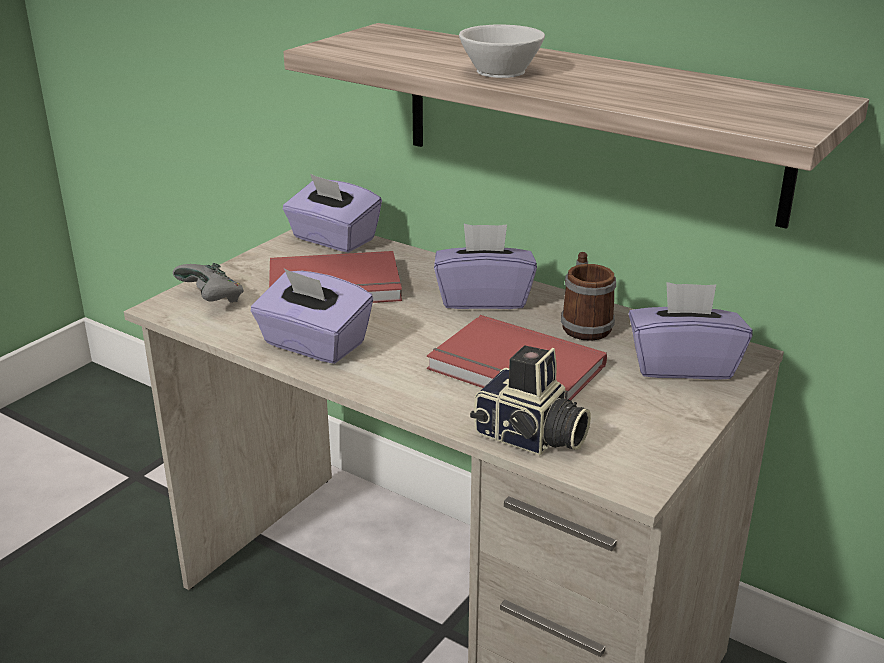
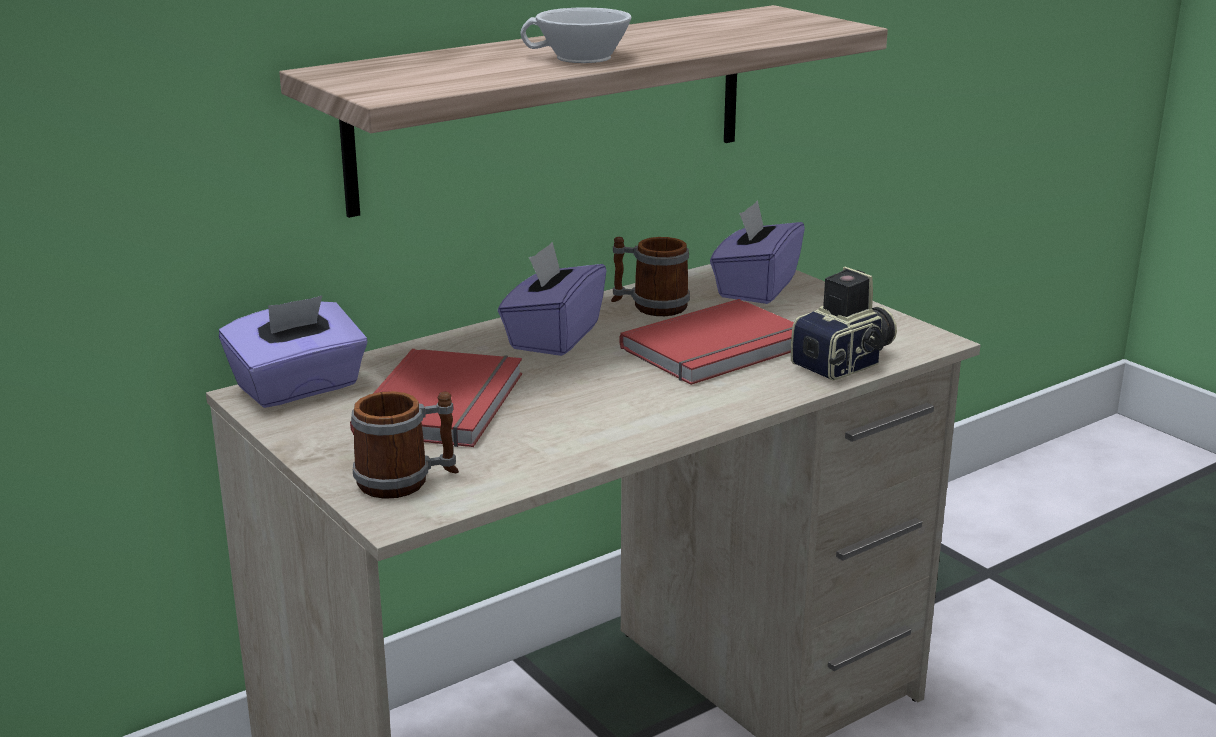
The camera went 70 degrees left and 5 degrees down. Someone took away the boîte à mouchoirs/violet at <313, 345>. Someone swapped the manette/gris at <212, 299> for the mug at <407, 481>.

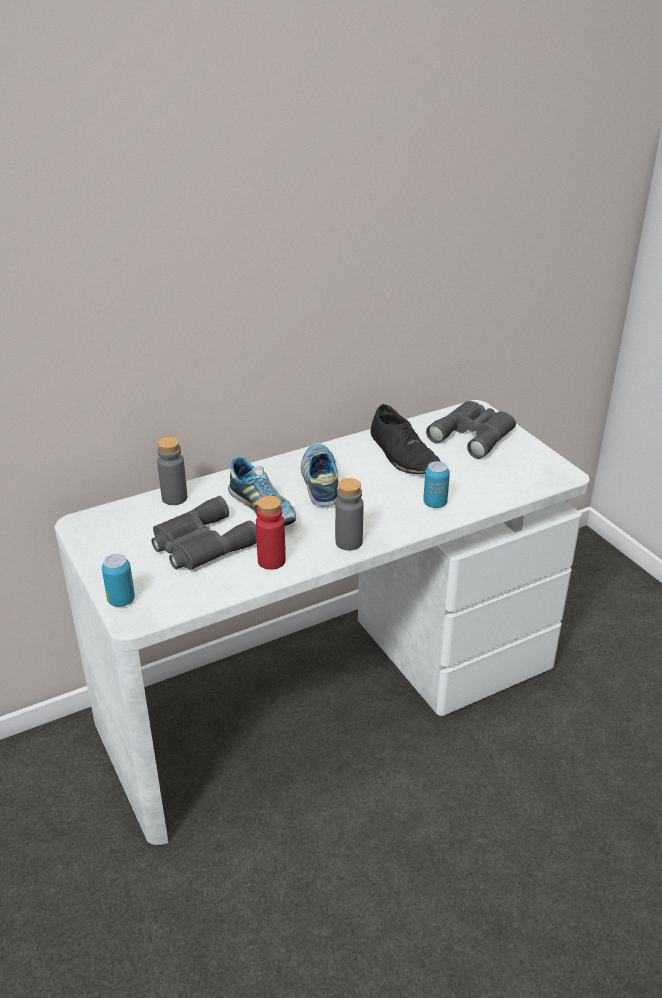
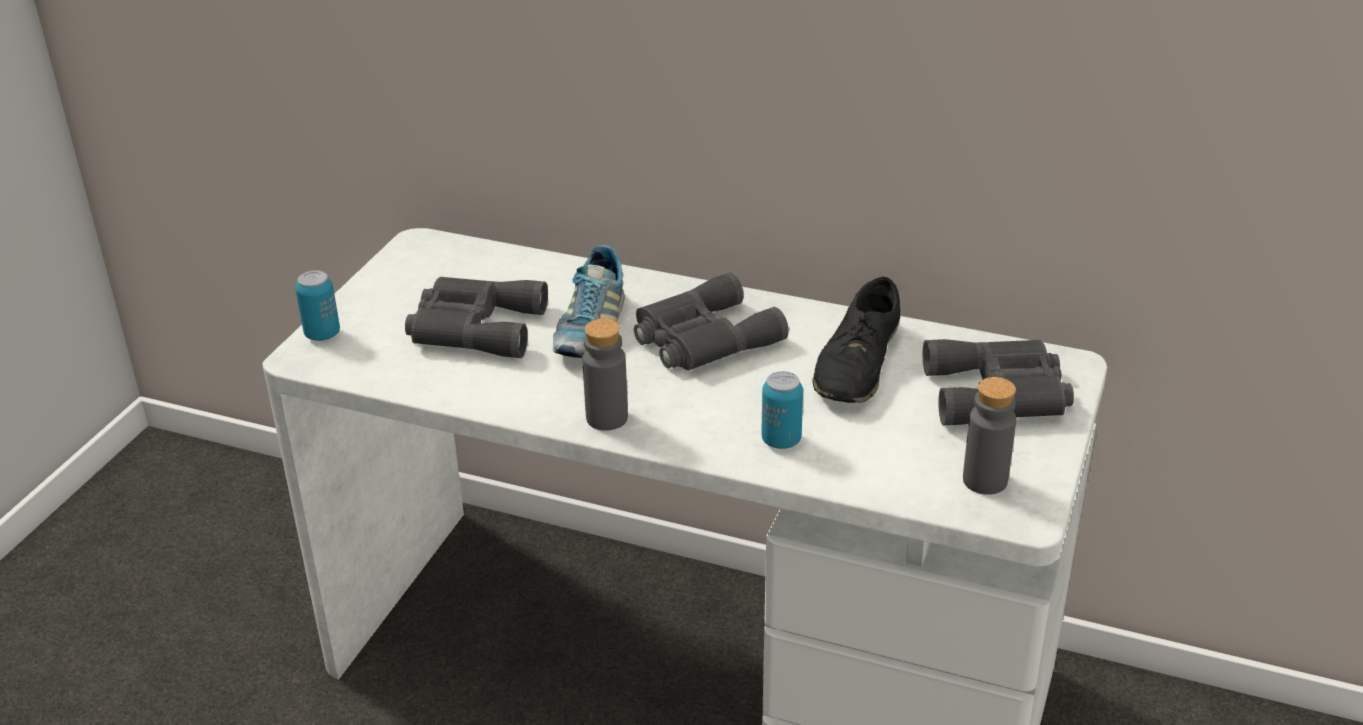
The camera went 50 degrees right and 0 degrees up. Someone took away the bouteille/rouge at <271, 561>. Someone carried the bouteille/gris from <174, 498> to <985, 480>. Someone swapped the chaussure at <321, 483> for the jumelles/gris at <702, 338>.

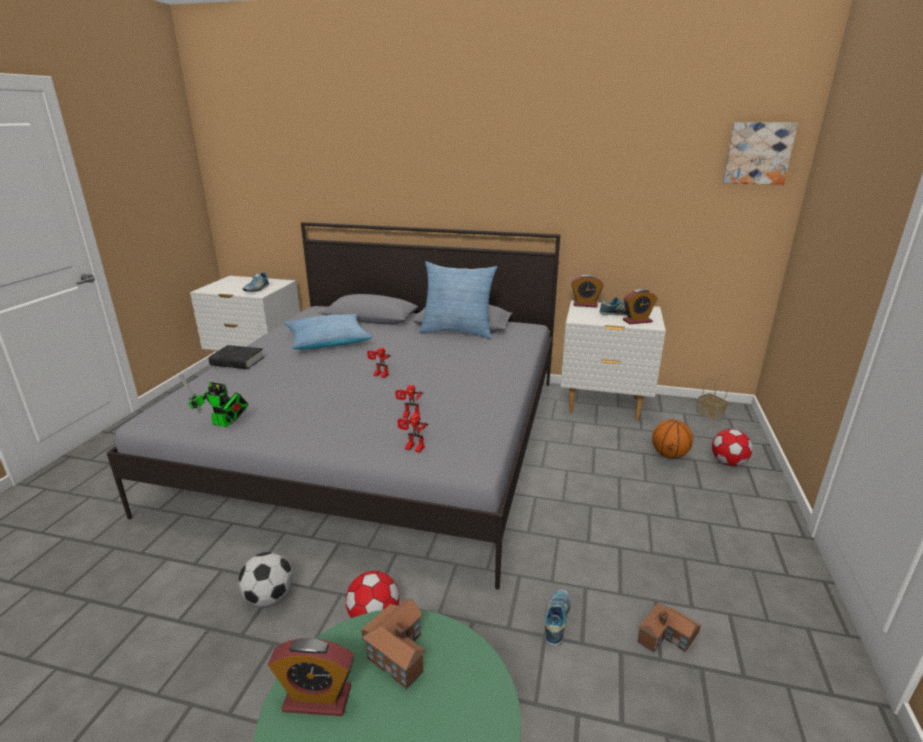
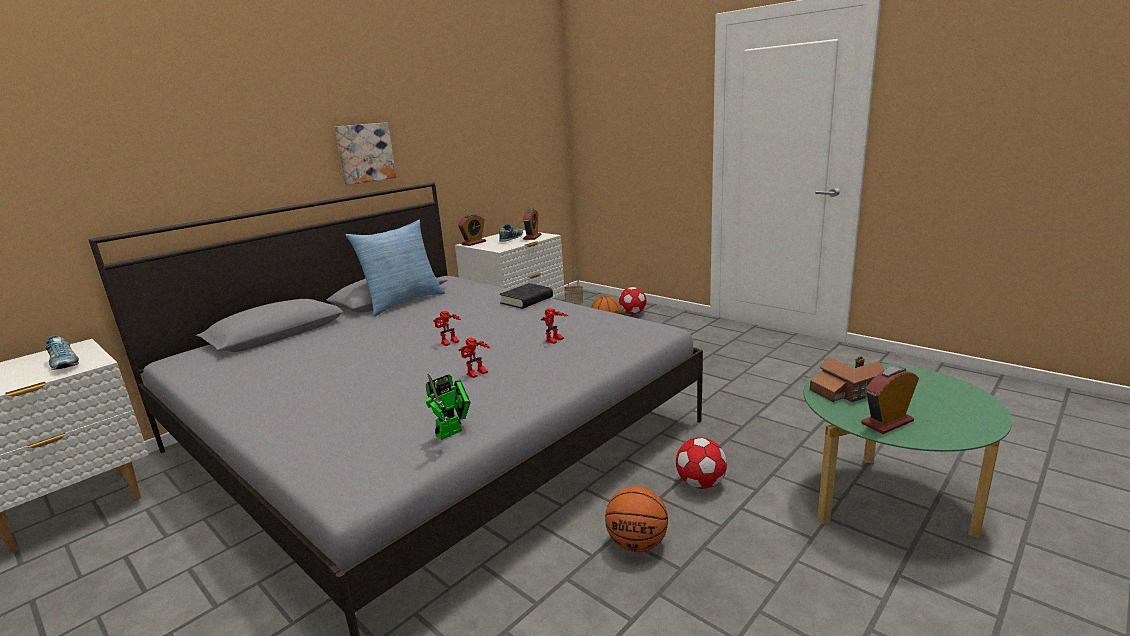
The camera went 60 degrees left and 5 degrees down. Someone took away the coussin at <328, 340>. Someone took away the chaussure at <556, 621>. Someone took away the maison miniature at <667, 636>. Someone carried the livre/noir from <237, 361> to <526, 300>. Someone carried the robot jouet from <412, 449> to <477, 374>. Someone carried the tableau from <758, 153> to <364, 153>. Someone swapped the ballon de foot at <269, 597> for the ballon de basket at <637, 544>. Someone rotated the réveil at <317, 698> by 150 degrees counterclockwise.

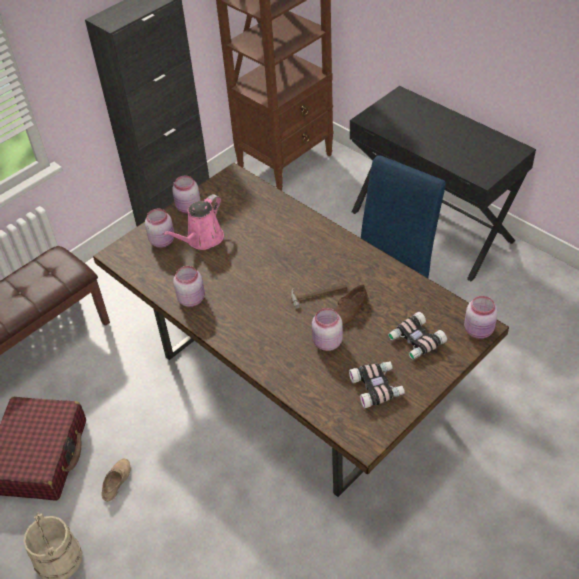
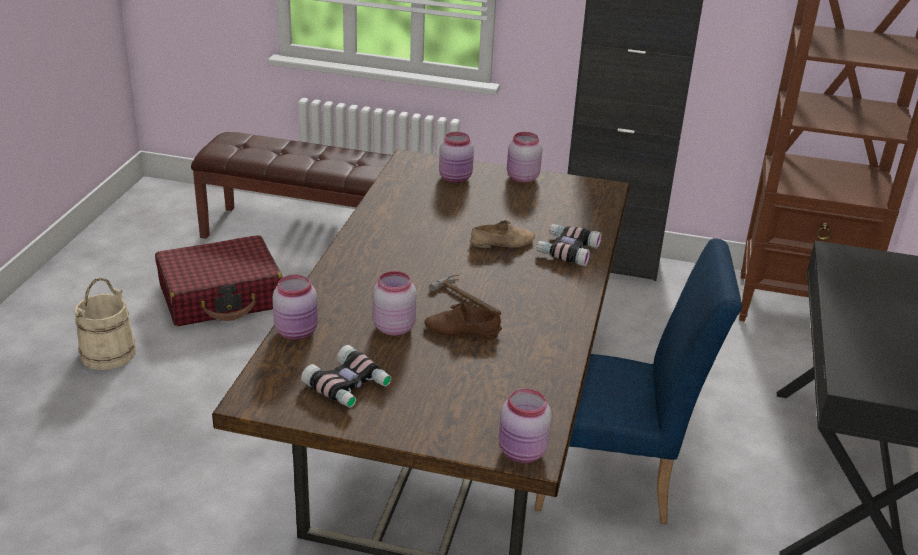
The camera went 55 degrees right and 15 degrees down. Someone took away the arrosoir/rose at <202, 239>. Someone carried the chaussure/beige from <116, 481> to <502, 242>. Someone carried the bocal/rose from <192, 299> to <297, 332>. Someone carried the jumelles from <415, 341> to <566, 250>.

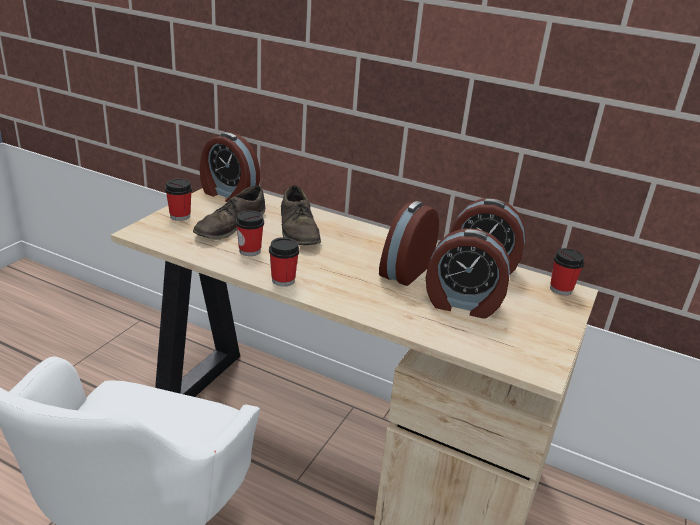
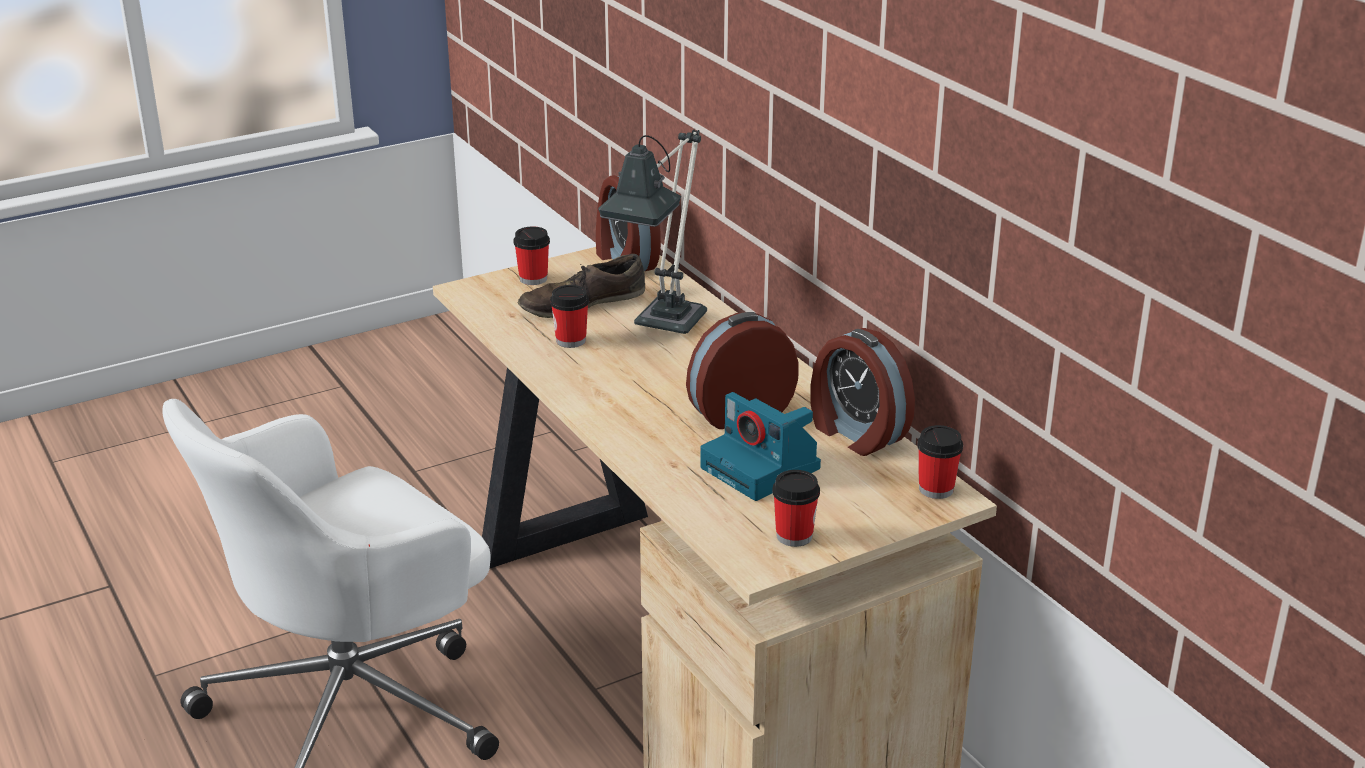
The camera went 35 degrees right and 0 degrees up. Someone carried the tasse from <283, 280> to <794, 536>. Someone swapped the chaussure/marron at <298, 230> for the lampe de table at <663, 327>. Someone swapped the réveil at <462, 304> for the appareil photo at <763, 469>.

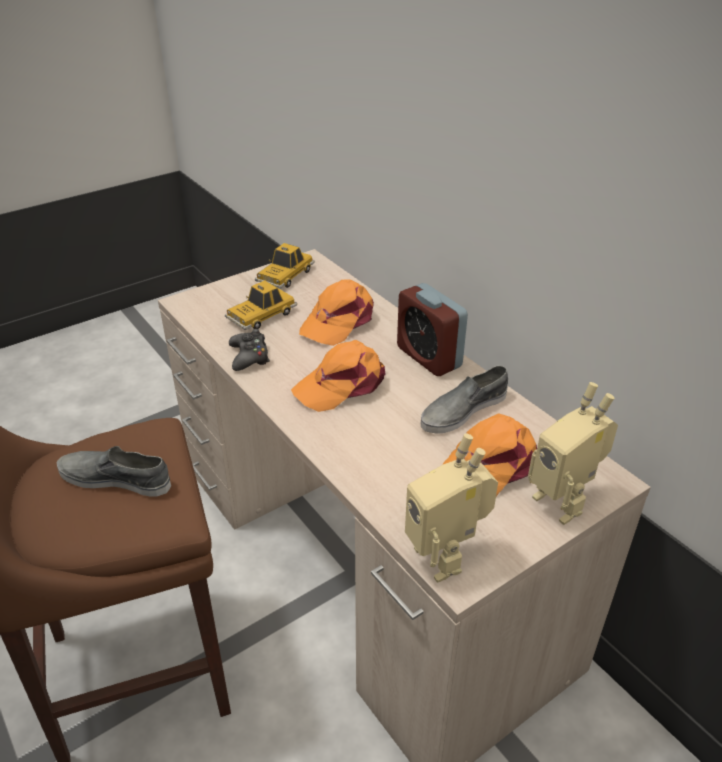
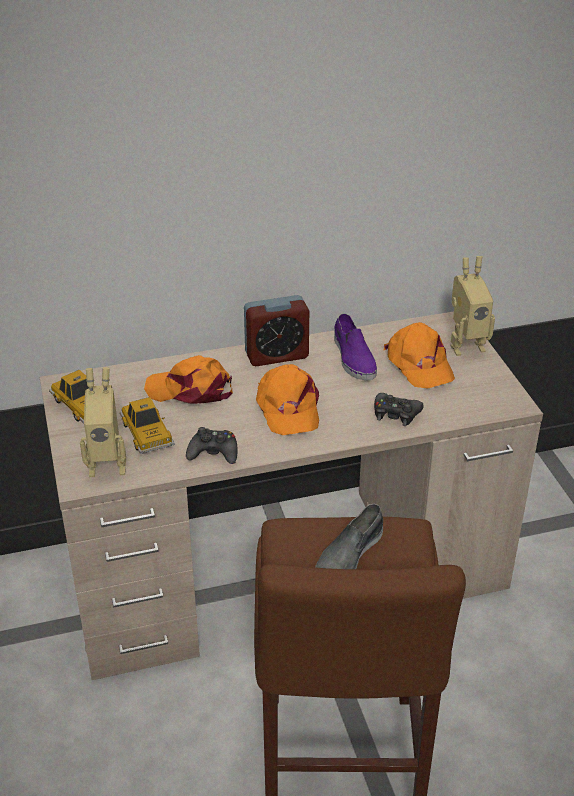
The camera went 70 degrees left and 0 degrees up. Someone put down the manette/noir at <396, 414>. Someone carried the robot jouet from <445, 556> to <107, 464>. Someone repainted the chaussure/gris at <463, 410>, which became the chaussure/violet at <353, 357>. Someone rotated the casquette/orange at <338, 321> by 135 degrees clockwise.

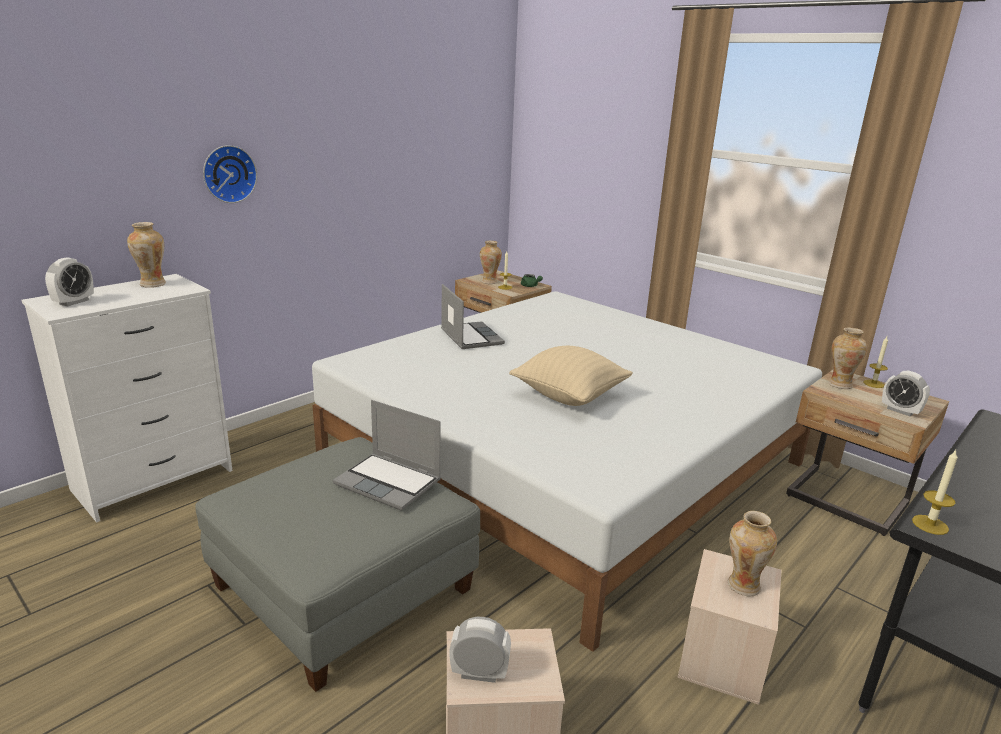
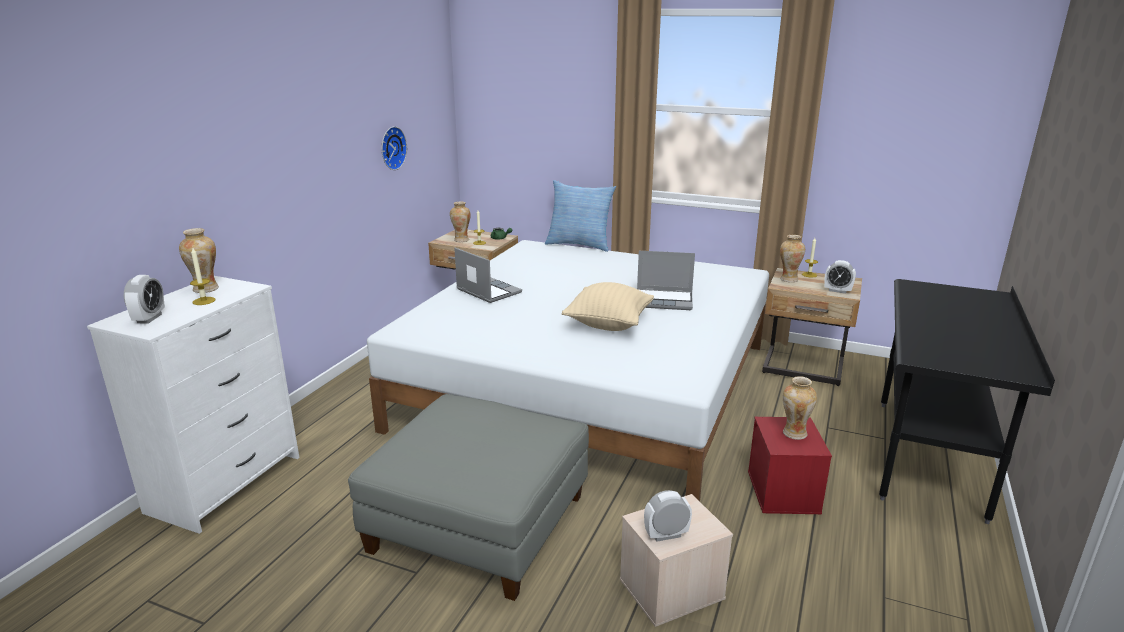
The camera went 20 degrees left and 0 degrees up. Someone put down the coussin at <579, 244>. Someone carried the horloge murale from <228, 174> to <391, 148>. Someone carried the ordinateur portable from <389, 482> to <664, 300>. Someone carried the bougie from <930, 524> to <204, 301>. Someone repainted the boîte de rangement/beige at <723, 658>, which became the boîte de rangement/rouge at <784, 492>.

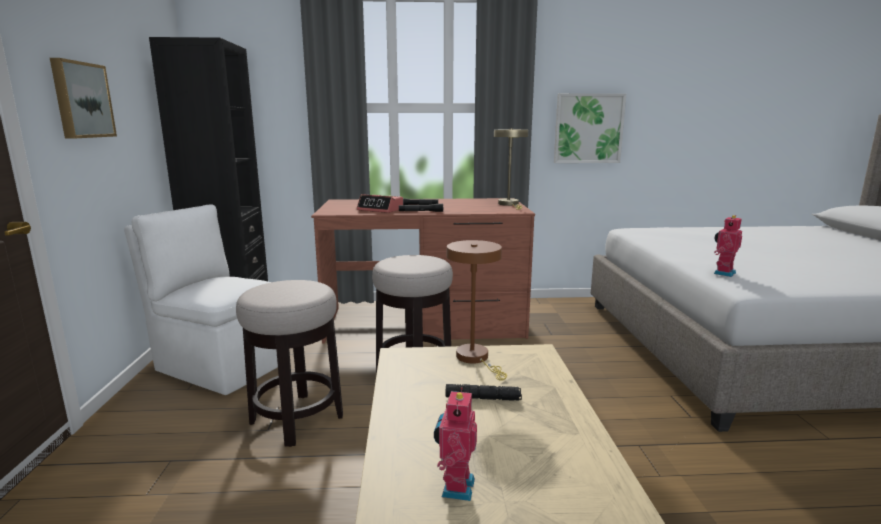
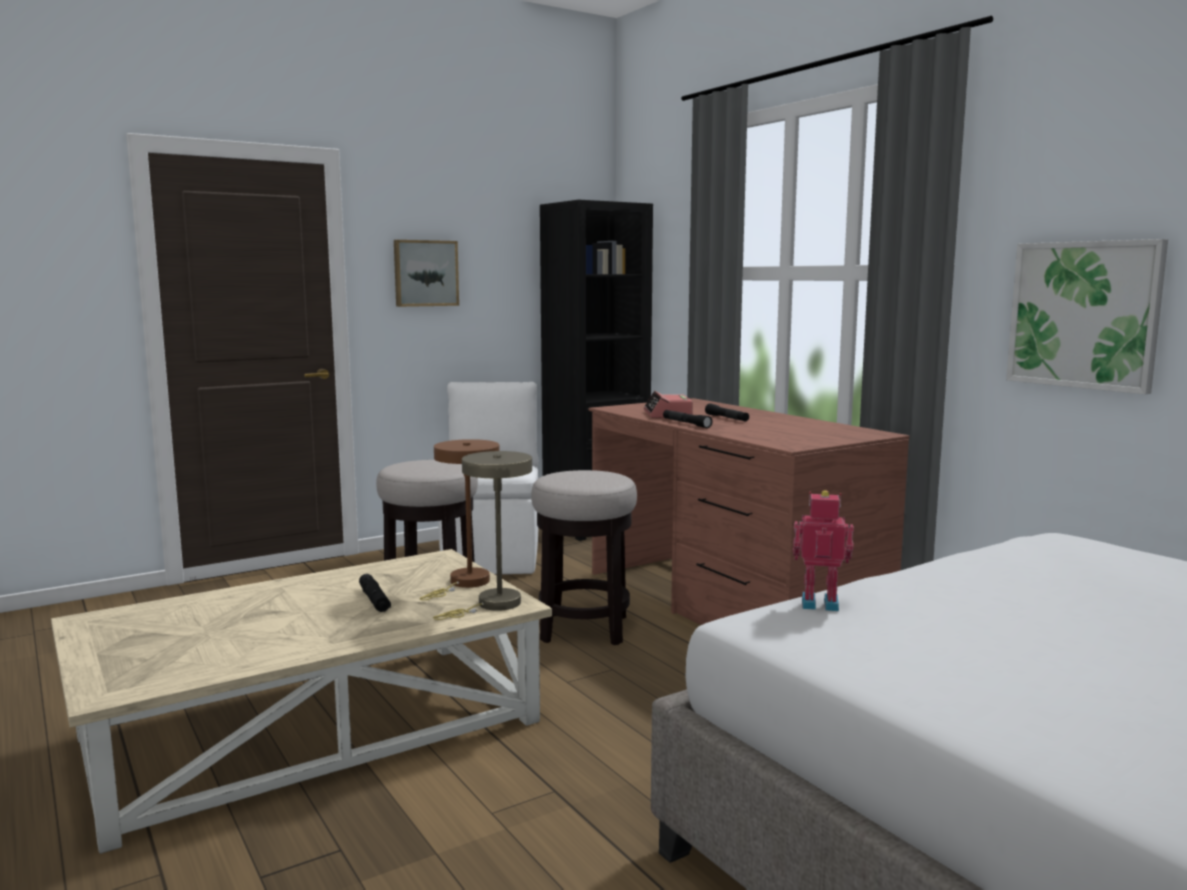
The camera went 60 degrees right and 5 degrees down. Someone took away the robot jouet at <455, 487>. Someone carried the lampe de table/beige from <510, 204> to <493, 605>.

